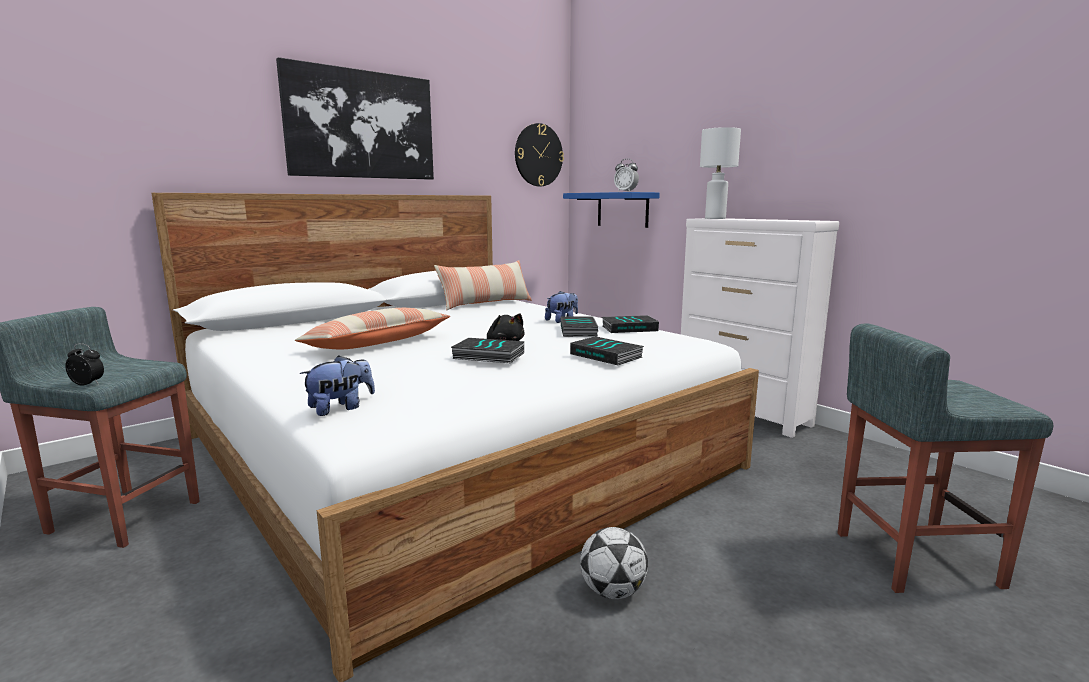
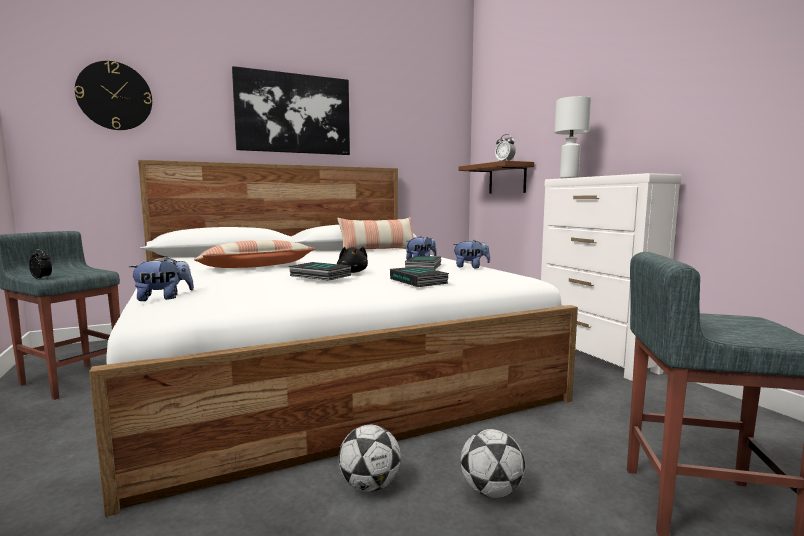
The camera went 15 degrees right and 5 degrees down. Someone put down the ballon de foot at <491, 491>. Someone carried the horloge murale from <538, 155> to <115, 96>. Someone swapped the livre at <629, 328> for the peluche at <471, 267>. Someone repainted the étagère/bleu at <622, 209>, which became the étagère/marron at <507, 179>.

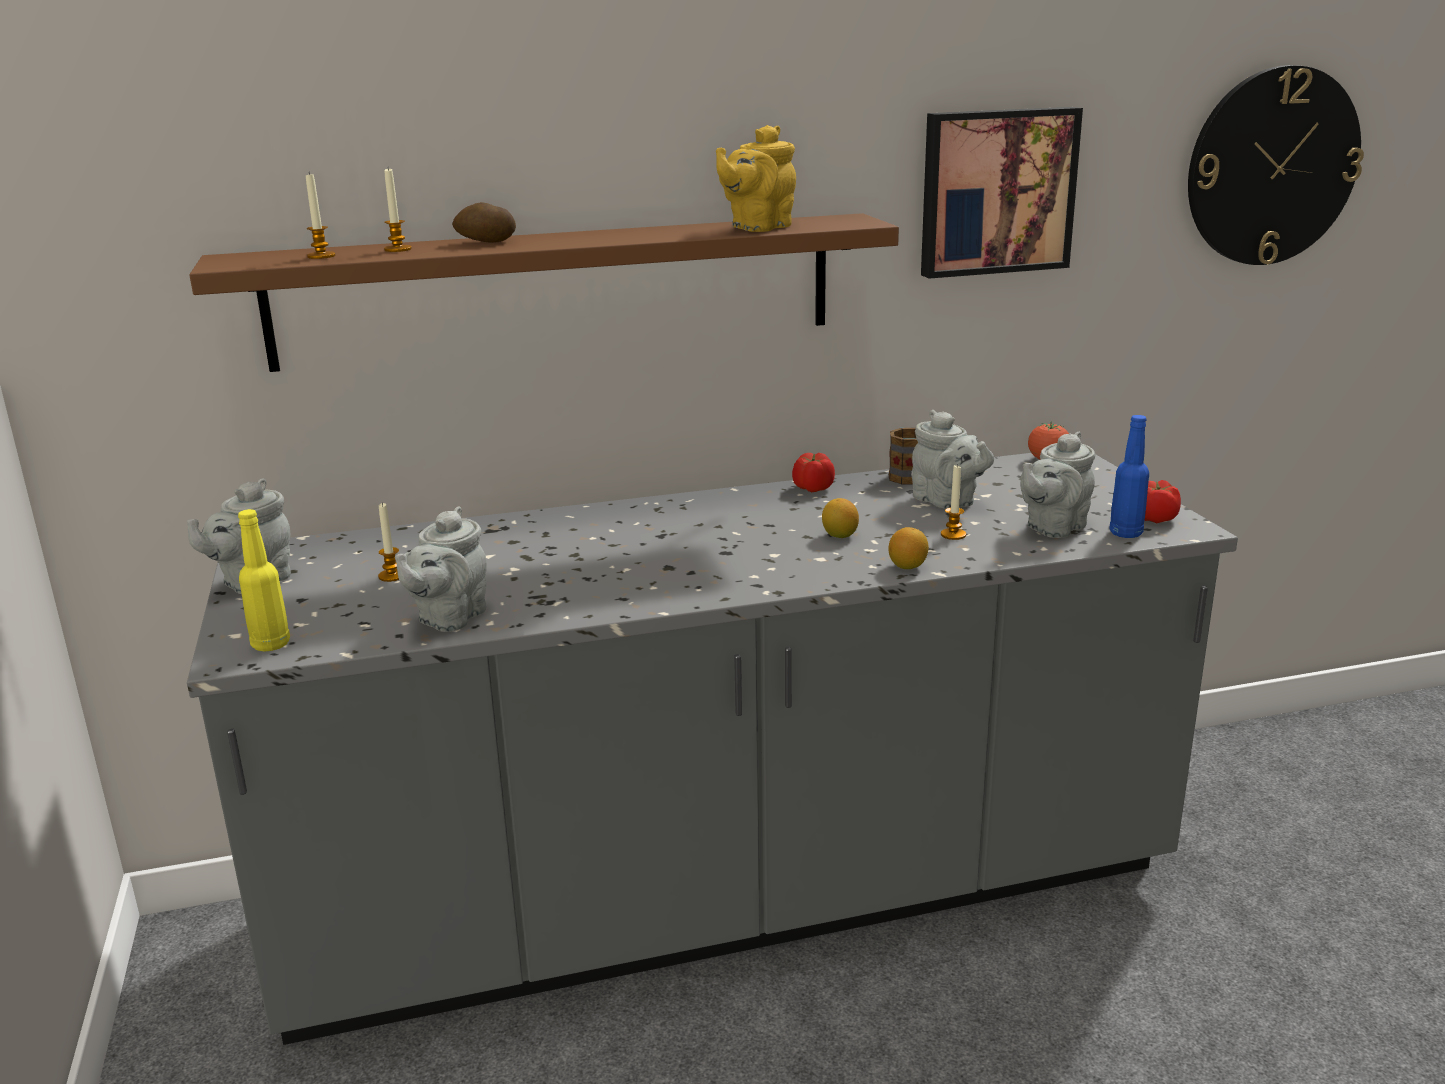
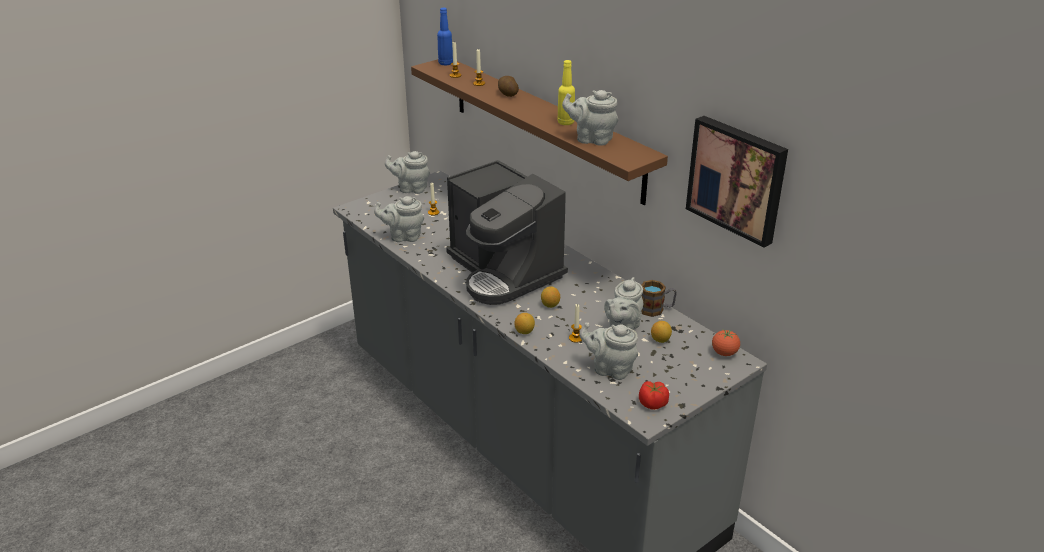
The camera went 65 degrees right and 10 degrees up. Someone took away the tomate at <813, 488>. Someone took away the horloge murale at <1272, 167>. Someone put down the machine à café at <504, 272>. Someone put down the citron at <660, 340>. Someone carried the bouteille/jaune from <271, 644> to <565, 122>. Someone carried the bouteille/bleu from <1125, 533> to <446, 63>. Someone repainted the théière/jaune at <757, 227>, which became the théière/gris at <591, 139>.

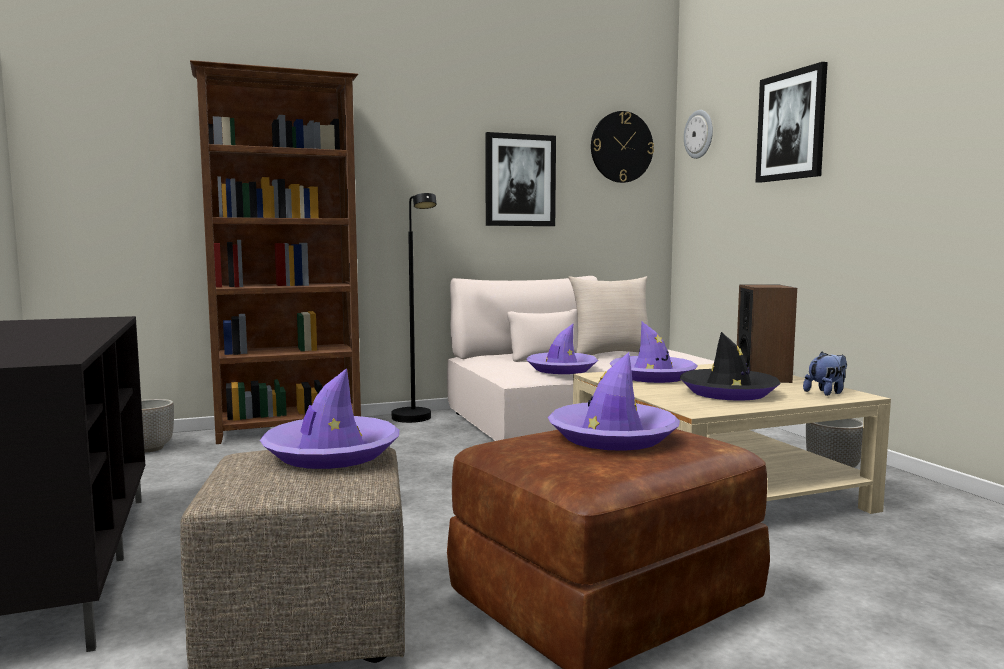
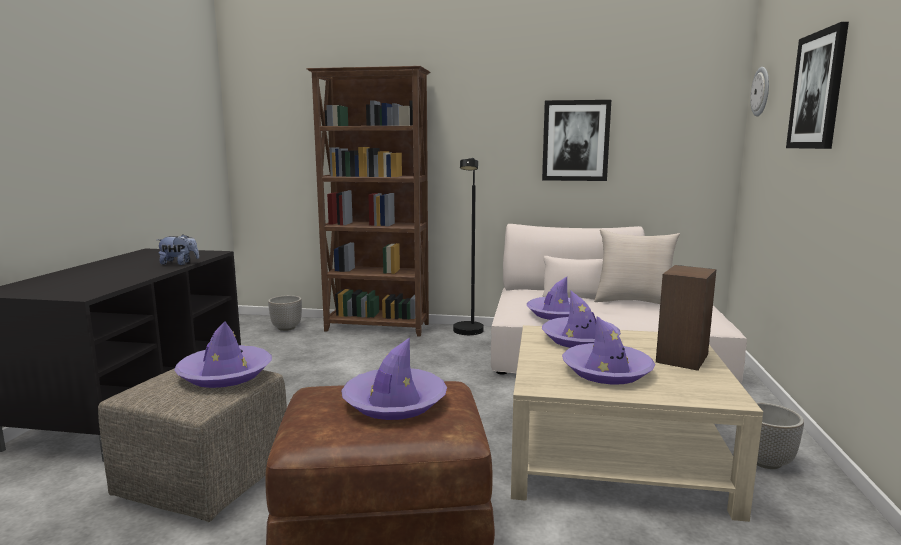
The camera went 30 degrees right and 5 degrees up. Someone took away the horloge murale at <621, 147>. Someone carried the peluche from <826, 393> to <179, 263>. Someone repainted the chapeau/noir at <728, 393>, which became the chapeau/violet at <607, 371>.

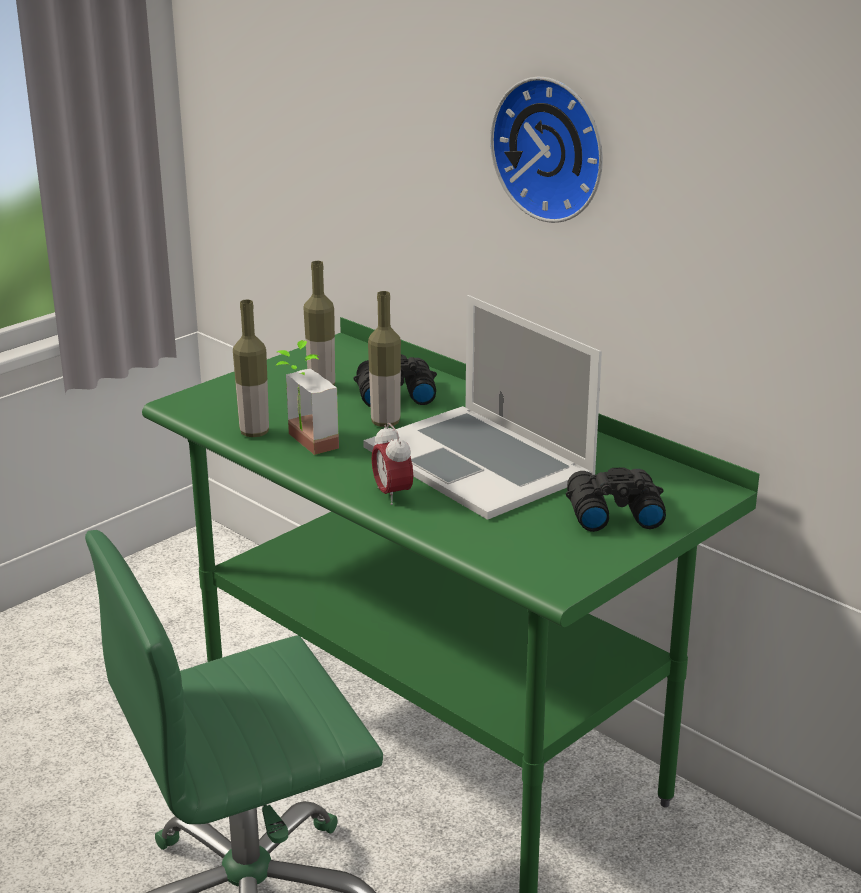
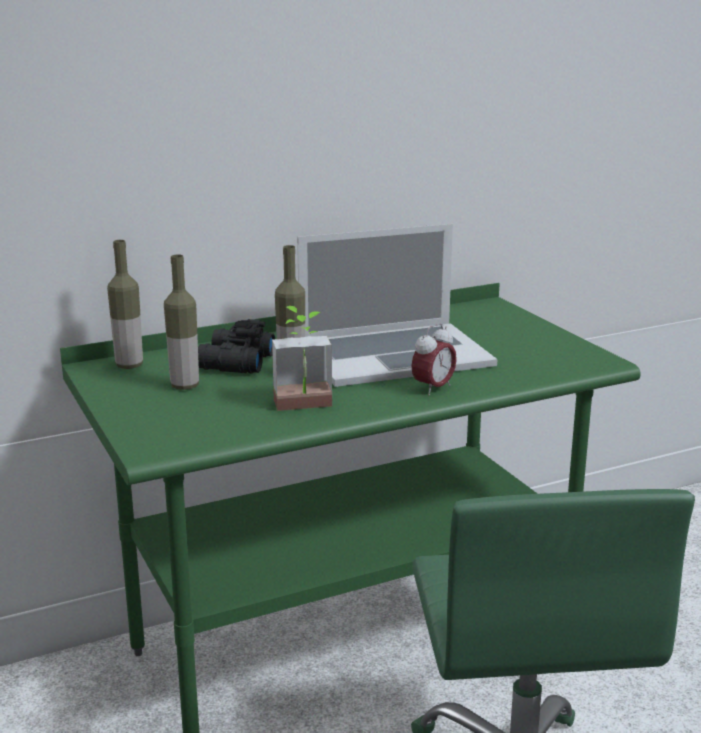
The camera went 70 degrees left and 5 degrees down. Someone took away the horloge murale at <553, 148>. Someone took away the jumelles/noir at <612, 512>. Someone carried the bouteille from <254, 432> to <129, 365>. Someone rotated the réveil at <392, 495> by 45 degrees counterclockwise.

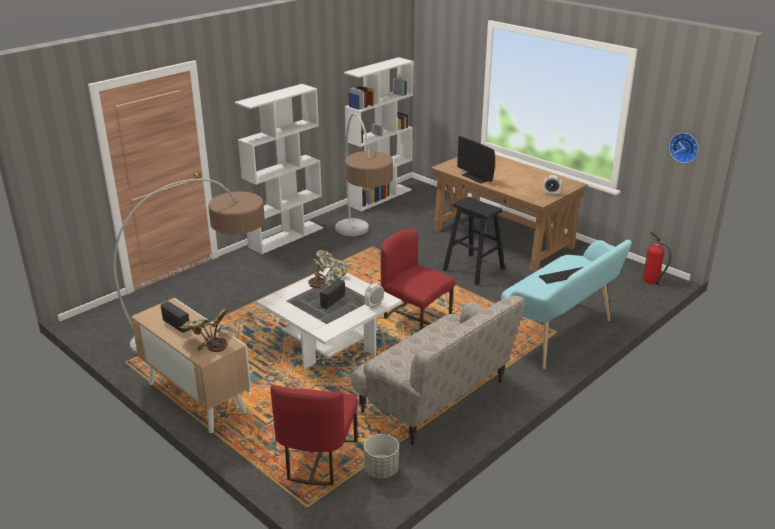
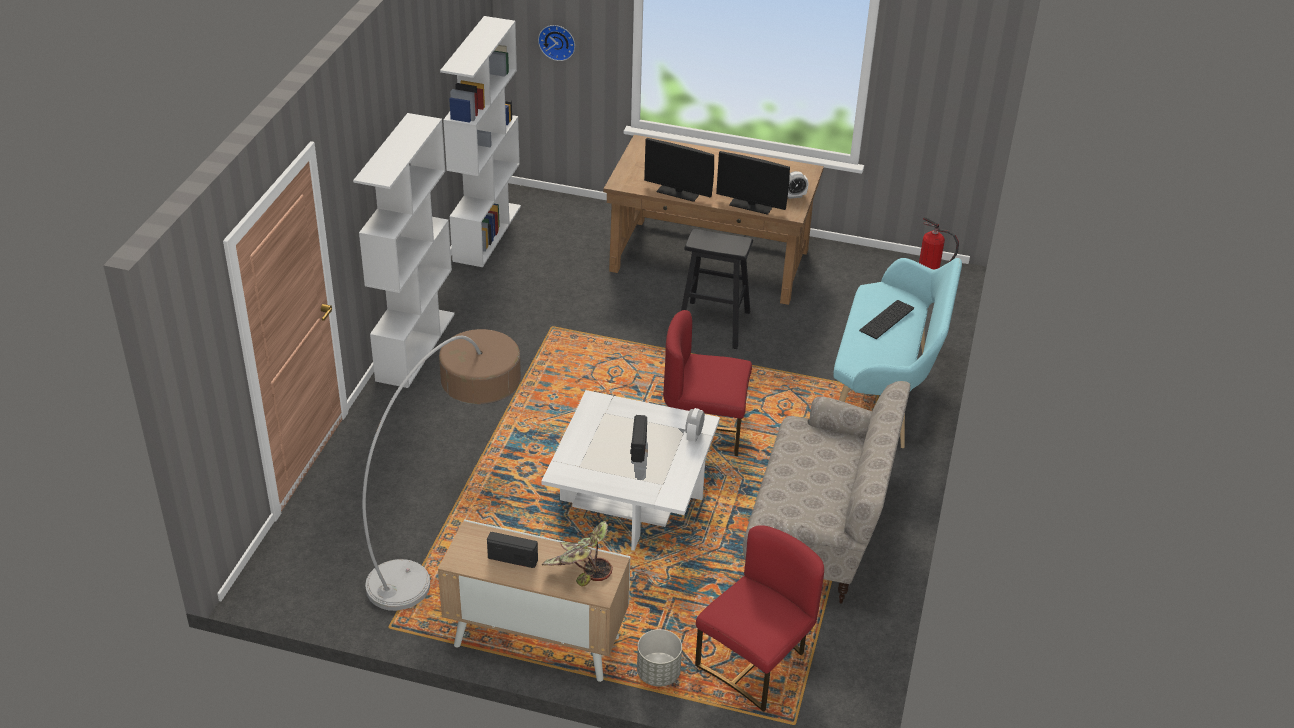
The camera went 30 degrees left and 10 degrees up. Someone took away the plante en pot at <328, 281>. Someone took away the lampadaire at <362, 249>. Someone put down the écran d'ordinateur at <751, 205>. Someone carried the cache-pot/gris from <381, 470> to <658, 674>. Someone carried the horloge murale from <684, 147> to <557, 41>. Someone rotated the chaise/rouge at <317, 459> by 120 degrees counterclockwise.

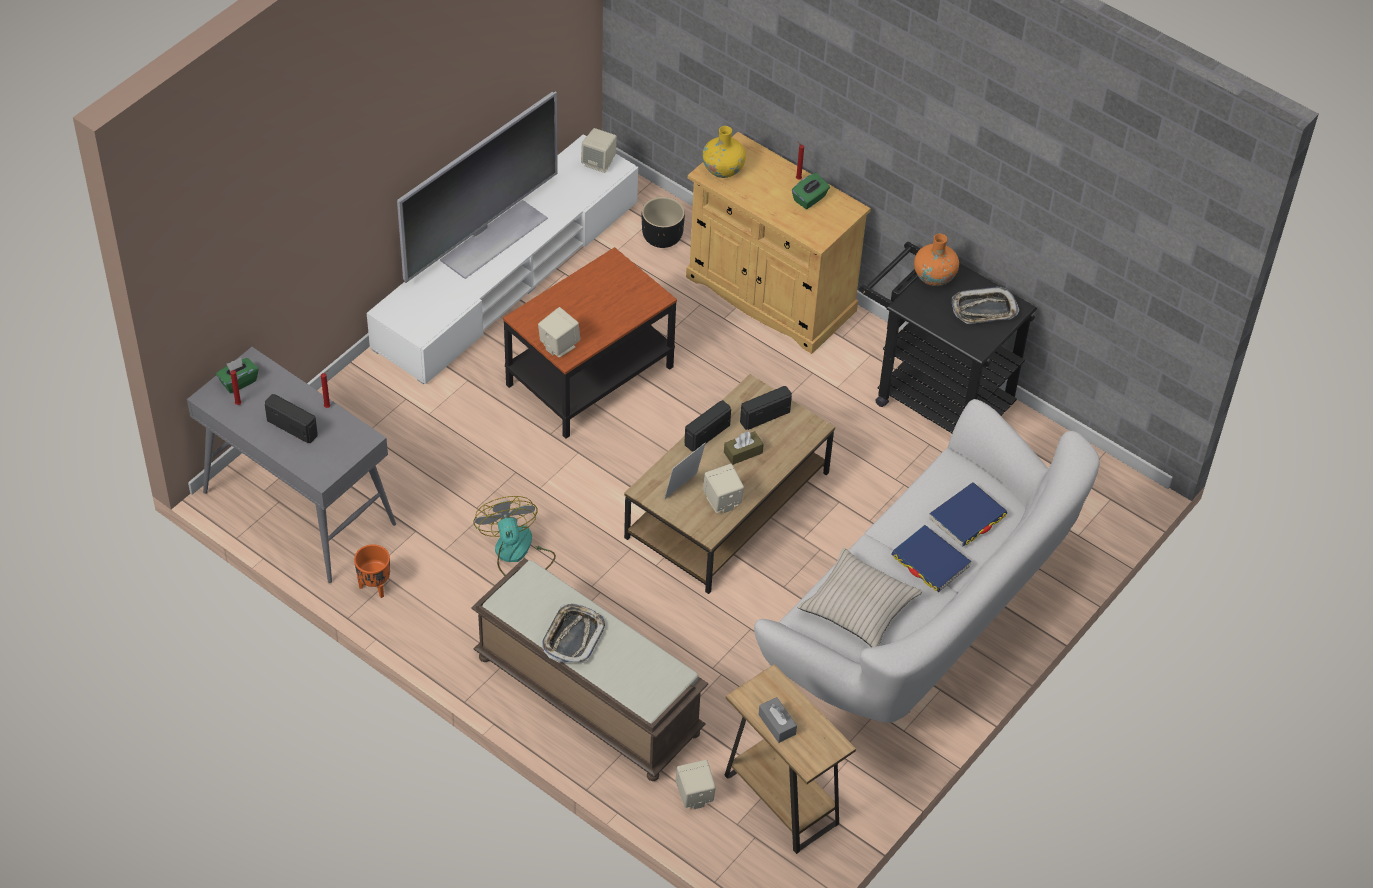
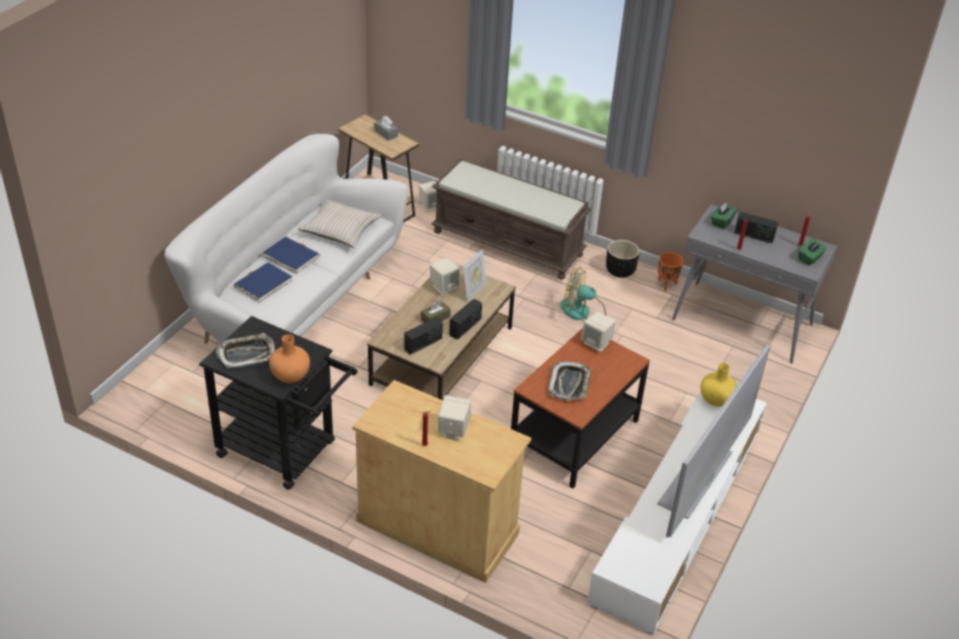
The camera went 170 degrees right and 10 degrees down. Someone carried the plateau from <573, 637> to <569, 384>. Someone carried the enceinte/beige from <599, 163> to <453, 430>. Someone carried the cache-pot/noir from <662, 238> to <619, 271>. Someone carried the vase/jaune from <723, 169> to <716, 399>. Someone carried the boîte à mouchoirs/vert from <810, 199> to <722, 222>. Someone rotated the ventilateur at <516, 554> by 120 degrees clockwise.

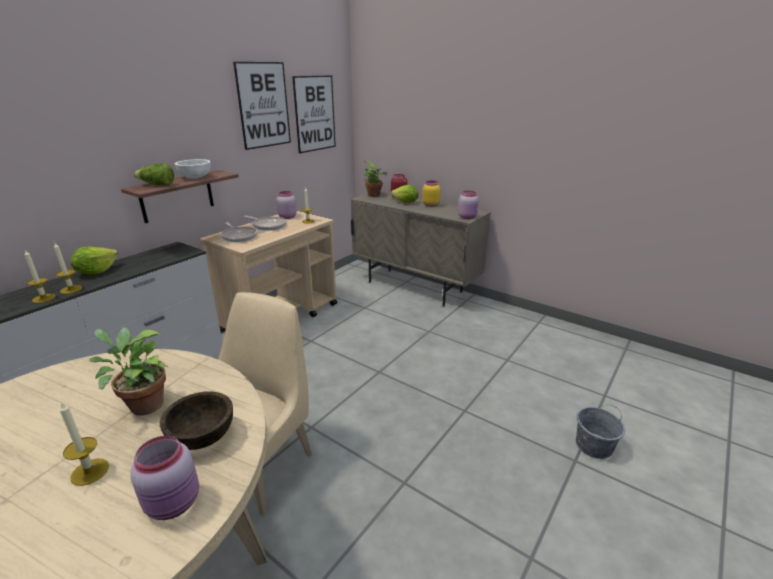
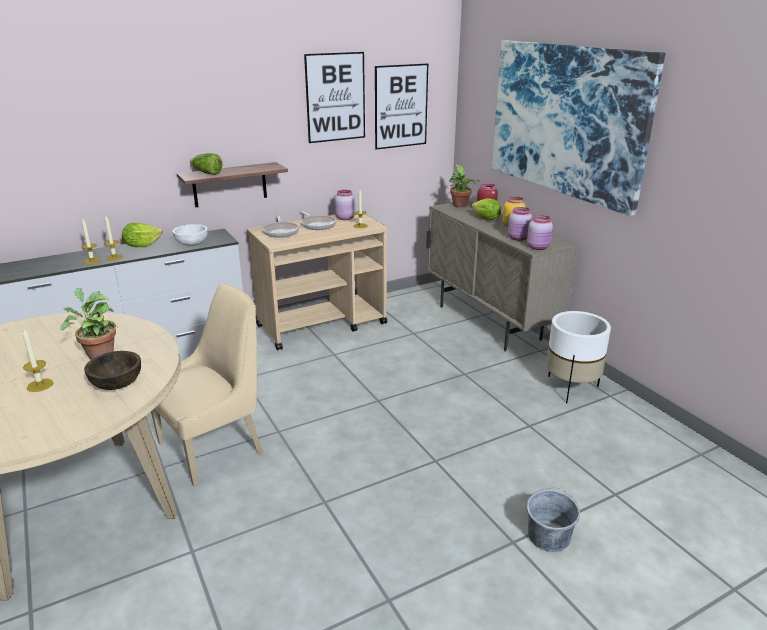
The camera went 25 degrees right and 0 degrees up. Someone put up the tableau at <566, 120>. Someone put down the cache-pot/blanc at <571, 388>. Someone carried the bocal/rose from <175, 503> to <519, 238>. Someone carried the bol/blanc from <195, 177> to <191, 244>.

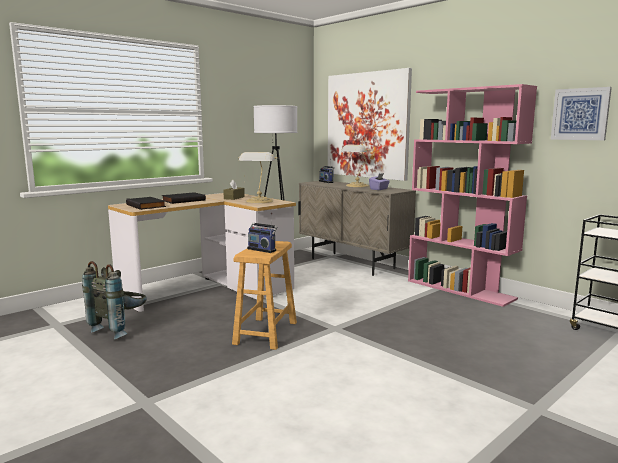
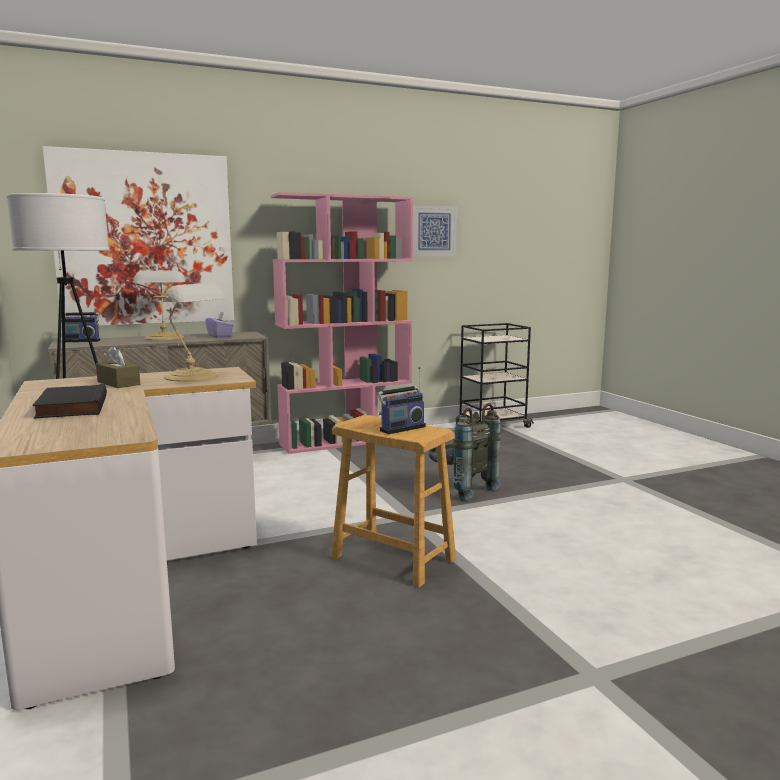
The camera went 70 degrees left and 0 degrees up. Someone took away the livre/noir at <147, 206>. Someone carried the sac à dos/gris from <120, 329> to <460, 489>.

